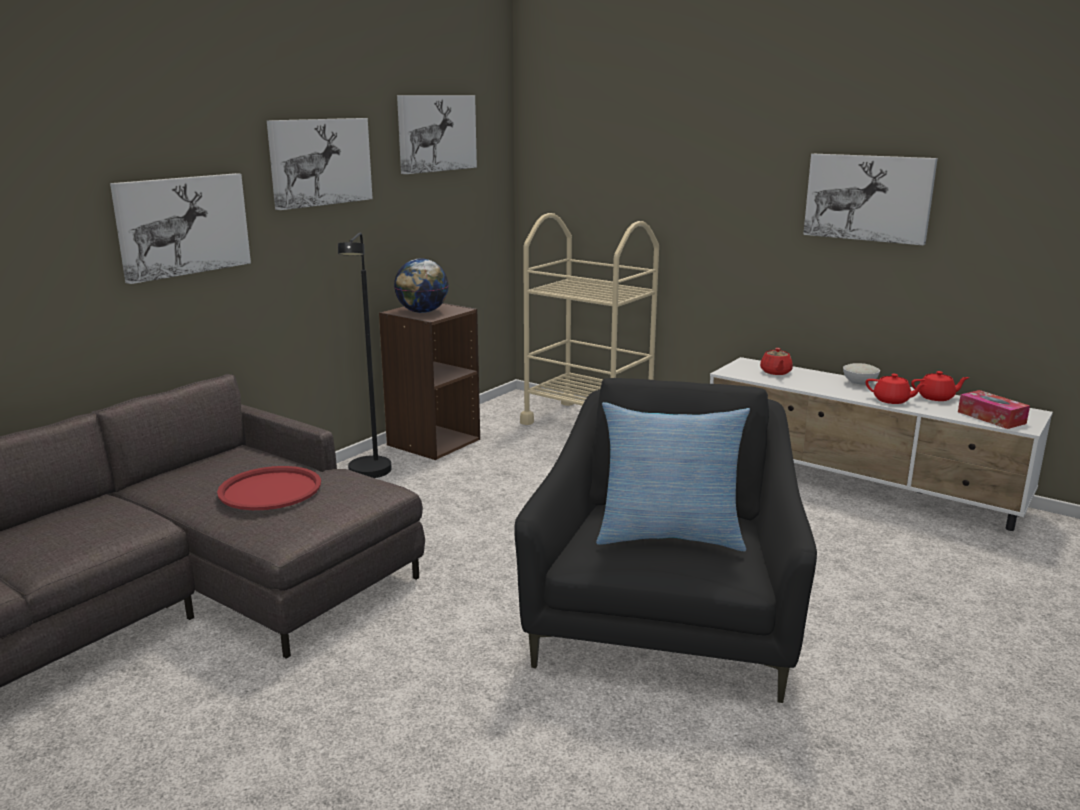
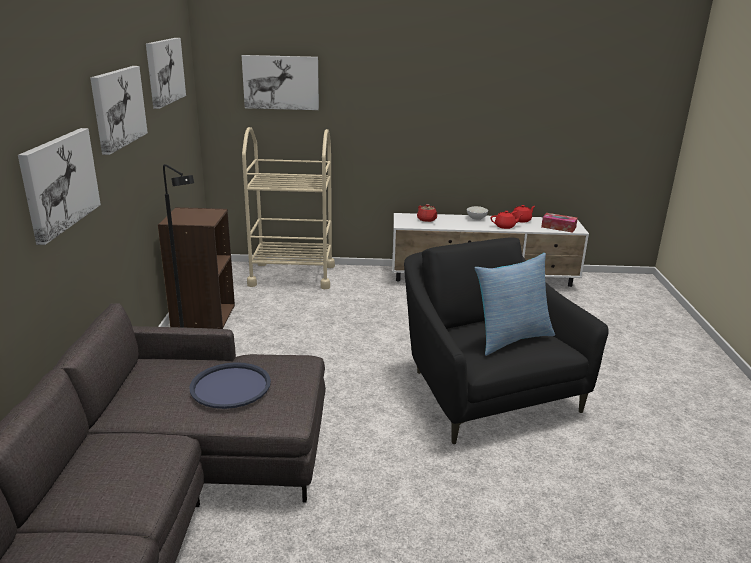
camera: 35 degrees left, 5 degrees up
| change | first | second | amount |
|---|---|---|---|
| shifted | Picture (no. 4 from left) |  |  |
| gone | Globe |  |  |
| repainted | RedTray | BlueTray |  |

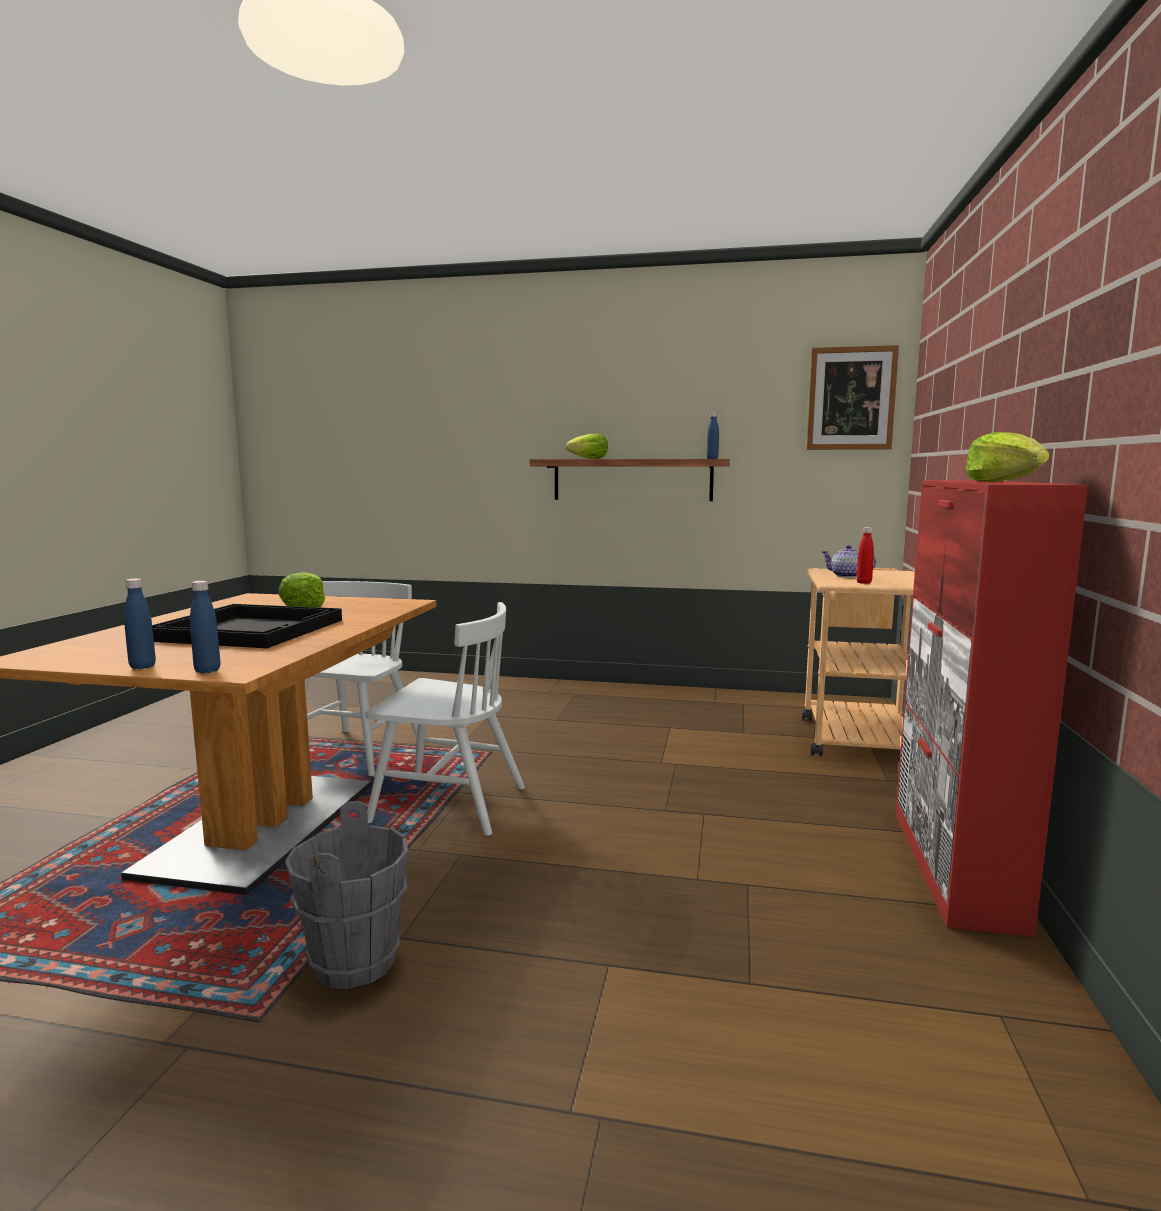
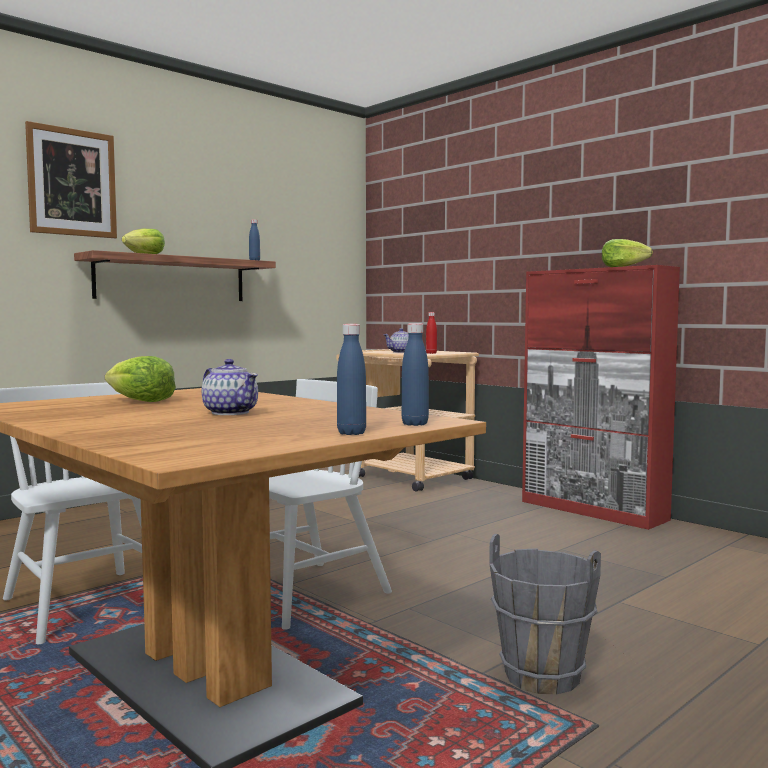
camera: 55 degrees left, 5 degrees down
| change | first | second | amount |
|---|---|---|---|
| shifted | Picture |  |  |
| swapped | BlackTray | Teapot (no. 1 from left) |  |

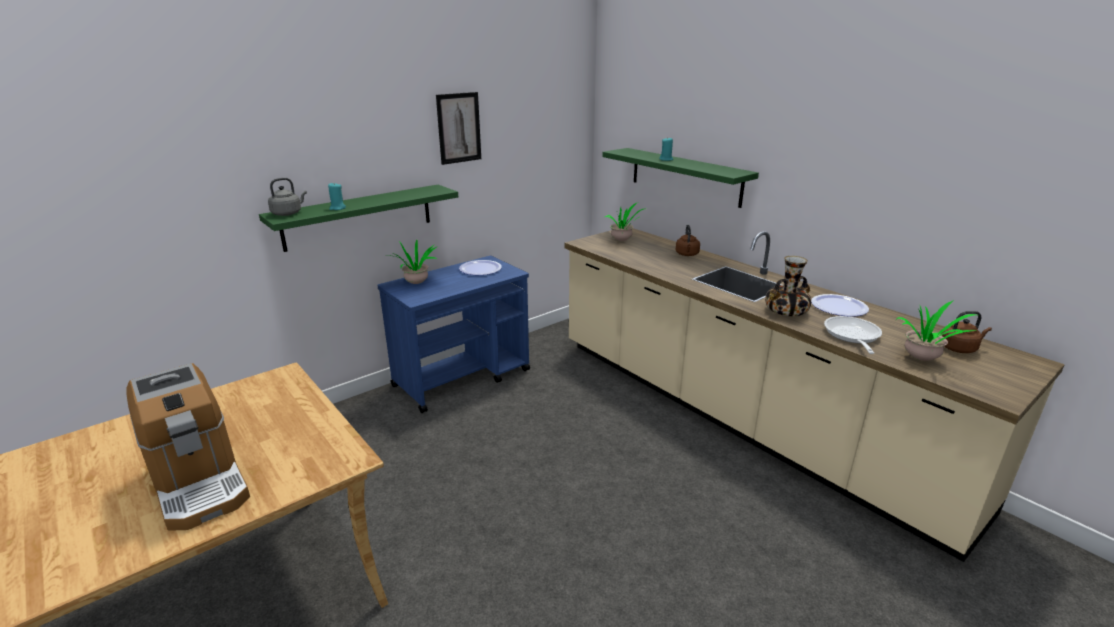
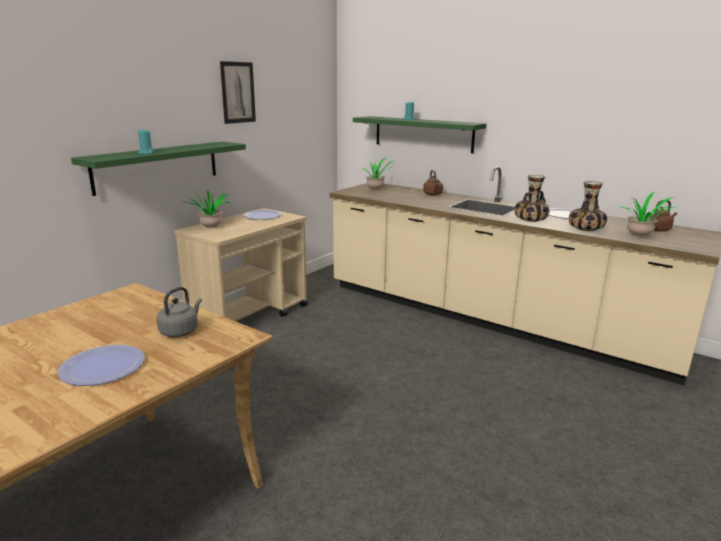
camera: 15 degrees left, 5 degrees down
| change | first | second | amount |
|---|---|---|---|
| shifted | GreyKettle |  |  |
| repainted | BlueCart | BeigeCart |  |
| swapped | FryingPan | Vase (no. 2 from left) |  |
| swapped | CoffeeMachine | Plate (no. 1 from left) |  |

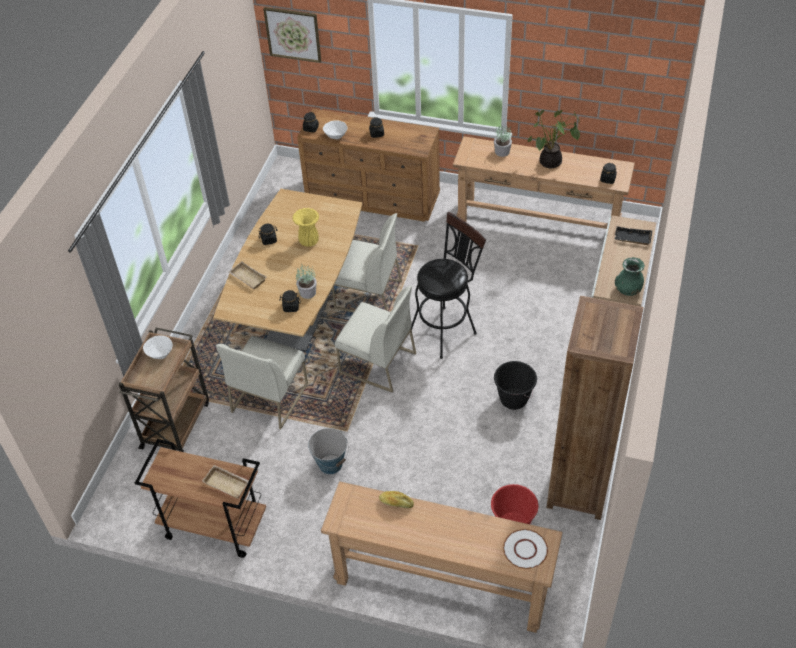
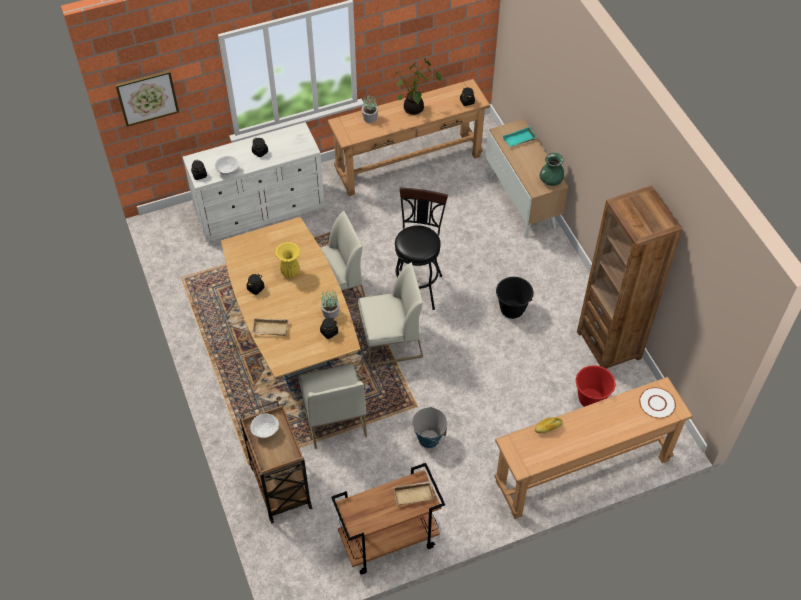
camera: 40 degrees left, 5 degrees up
| change | first | second | amount |
|---|---|---|---|
| repainted | BrownDresser | WhiteDresser |  |
| repainted | BlackTray | TurquoiseTray |  |

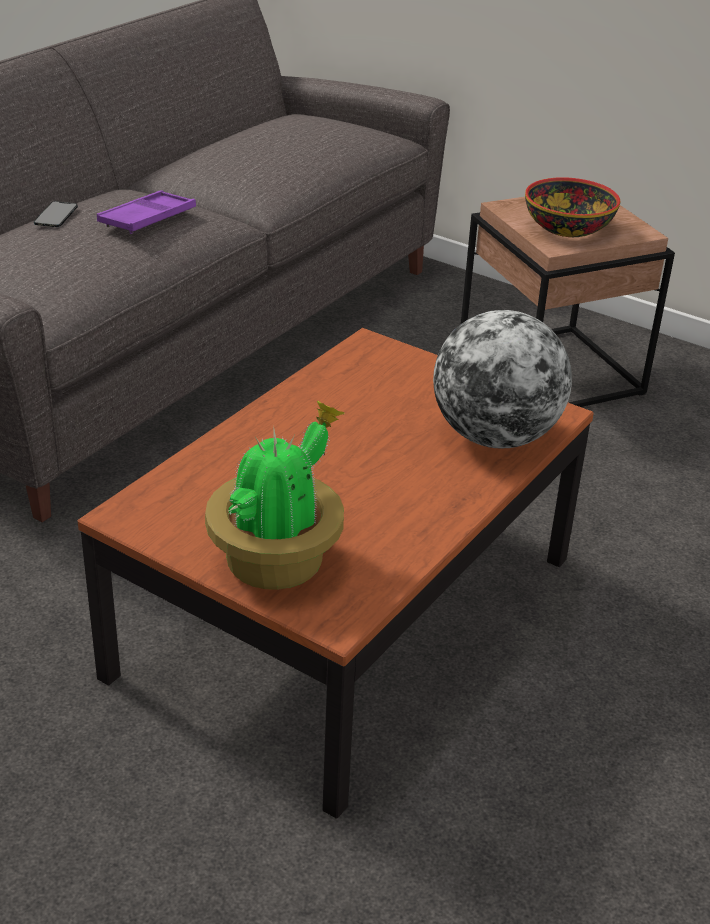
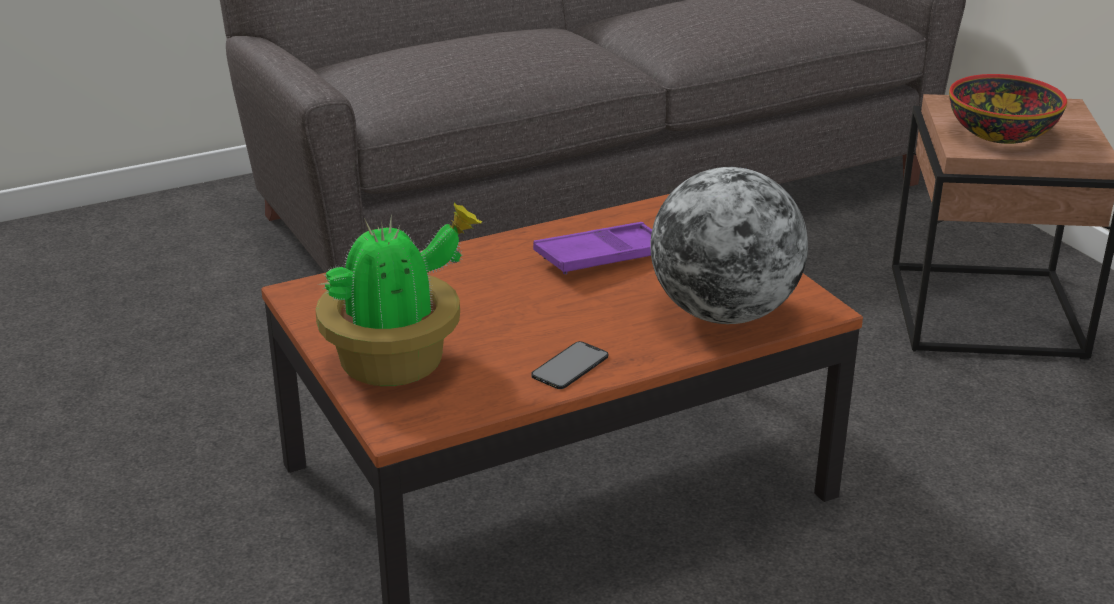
camera: 30 degrees right, 5 degrees down
| change | first | second | amount |
|---|---|---|---|
| shifted | PurpleTray |  |  |
| shifted | Phone |  |  |

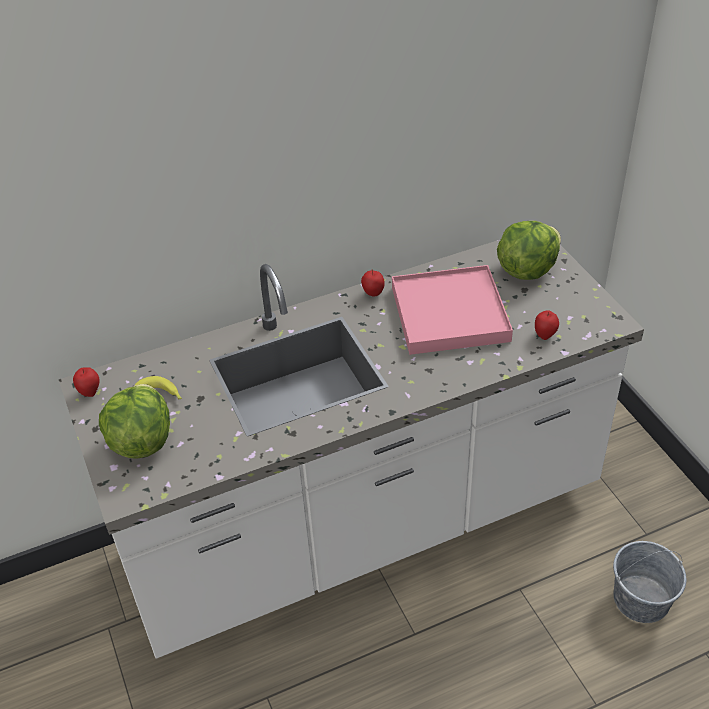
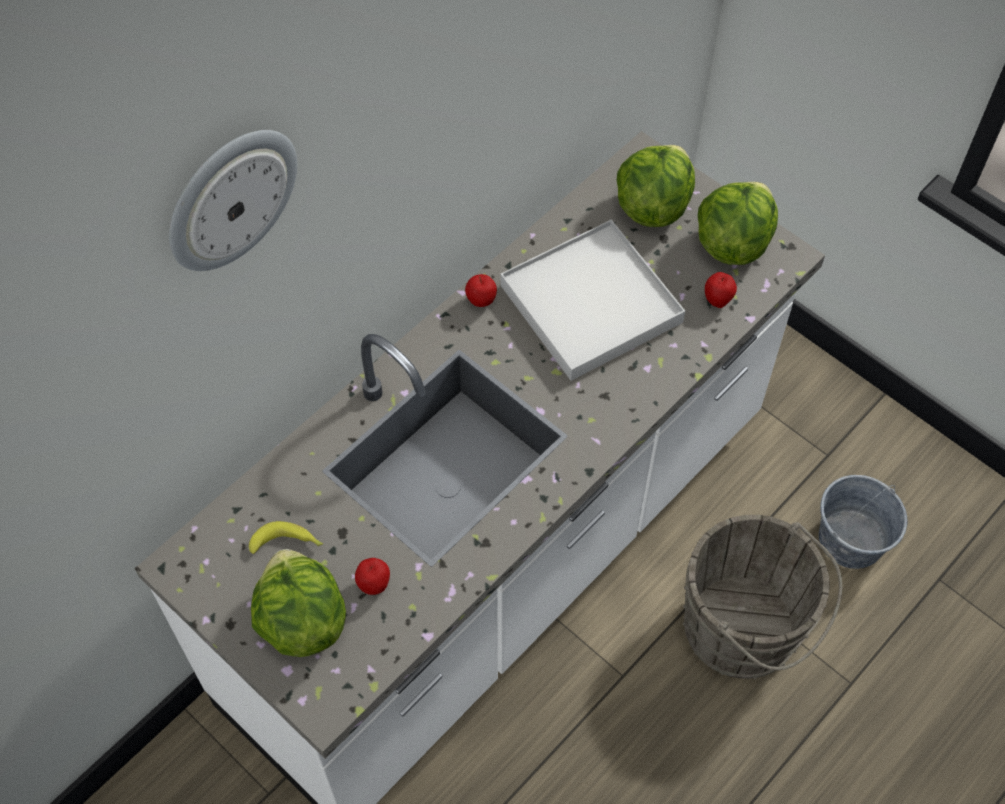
camera: 25 degrees left, 15 degrees up
| change | first | second | amount |
|---|---|---|---|
| repainted | PinkTray | WhiteTray |  |
| shifted | Apple (no. 1 from left) |  |  |
| new |  | WallClock |  |
| new |  | Lettuce (no. 3 from left) |  |
| new |  | GreyBucket (no. 1 from left) |  |

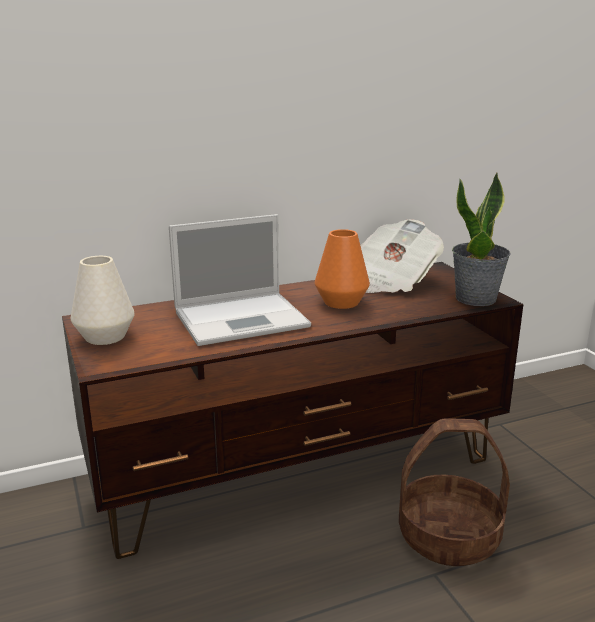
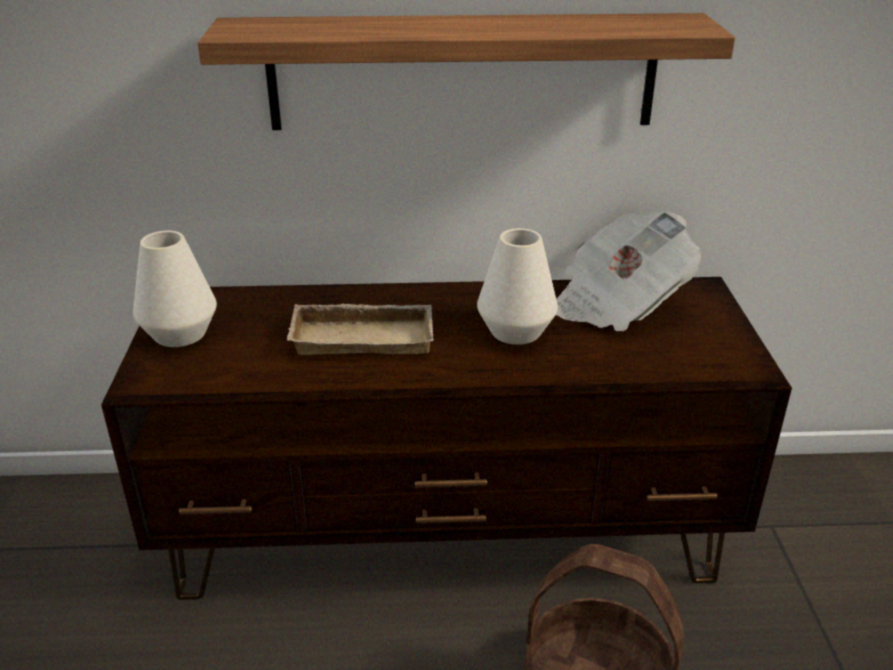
camera: 20 degrees right, 10 degrees up
| change | first | second | amount |
|---|---|---|---|
| gone | PottedPlant |  |  |
| swapped | Laptop | BeigeTray |  |
| repainted | OrangeVase | WhiteVase (no. 2 from left) |  |
| new |  | Shelf |  |

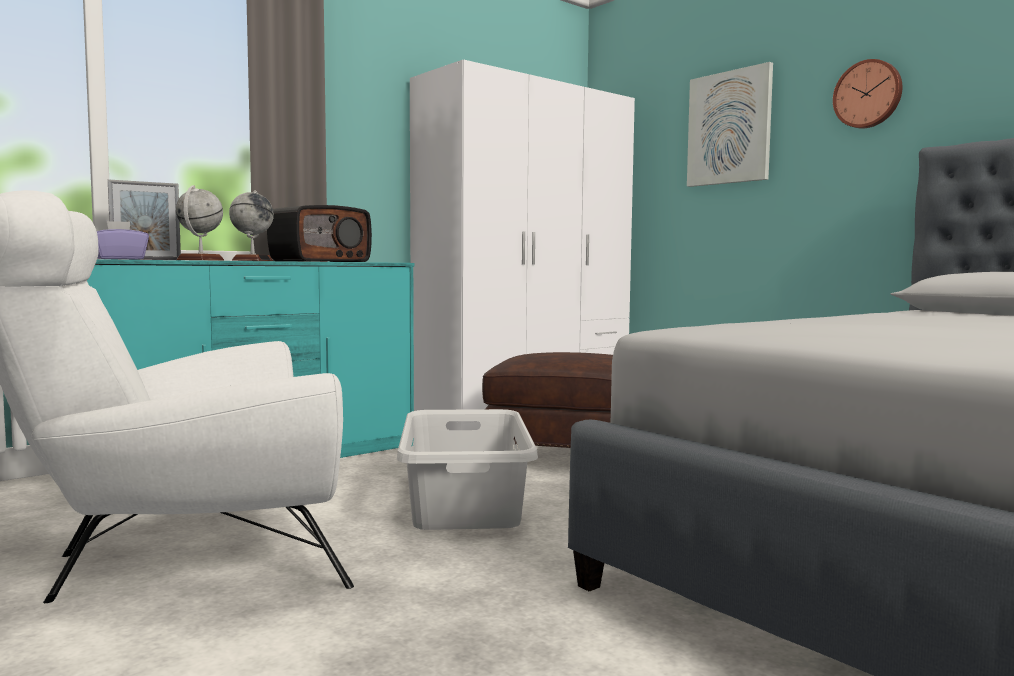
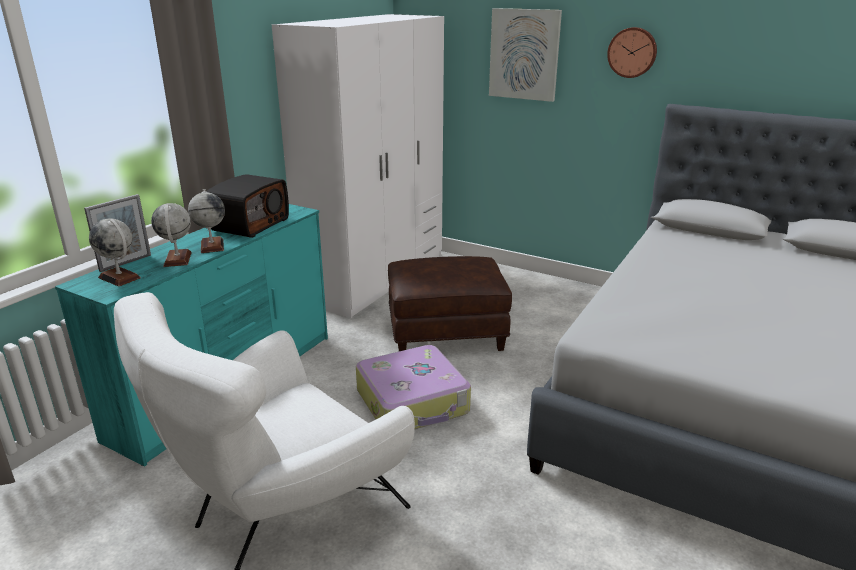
camera: 20 degrees left, 20 degrees up
| change | first | second | amount |
|---|---|---|---|
| swapped | PurpleTissueBox | Globe (no. 1 from left) |  |
| swapped | GreyLaundryBasket | Suitcase |  |

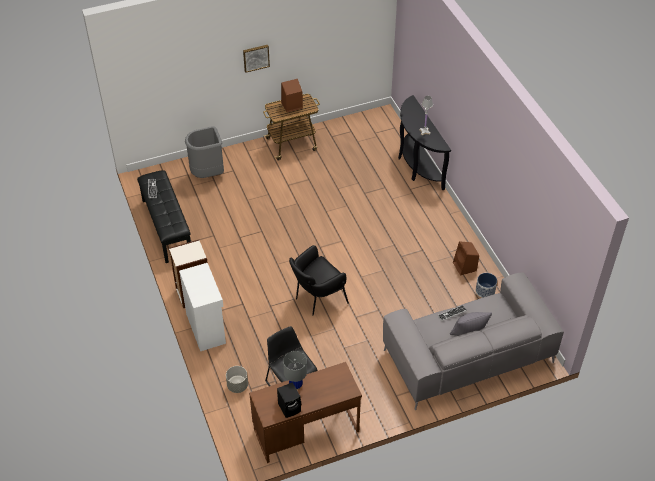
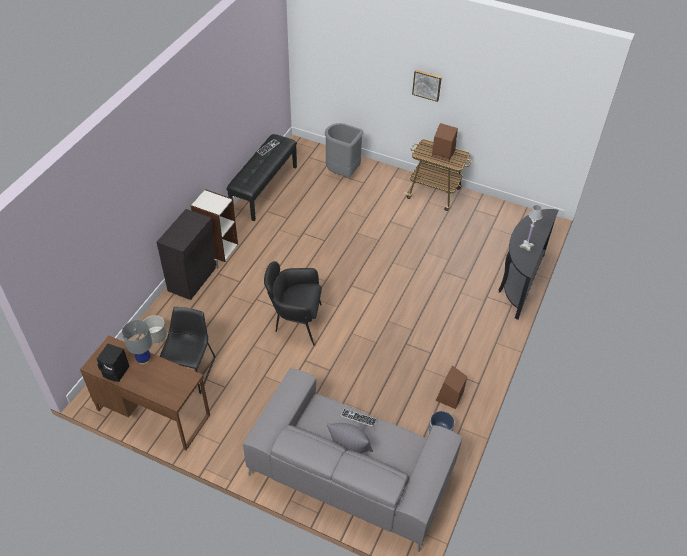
camera: 45 degrees right, 0 degrees up
| change | first | second | amount |
|---|---|---|---|
| repainted | WhiteCabinet | BlackCabinet |  |

